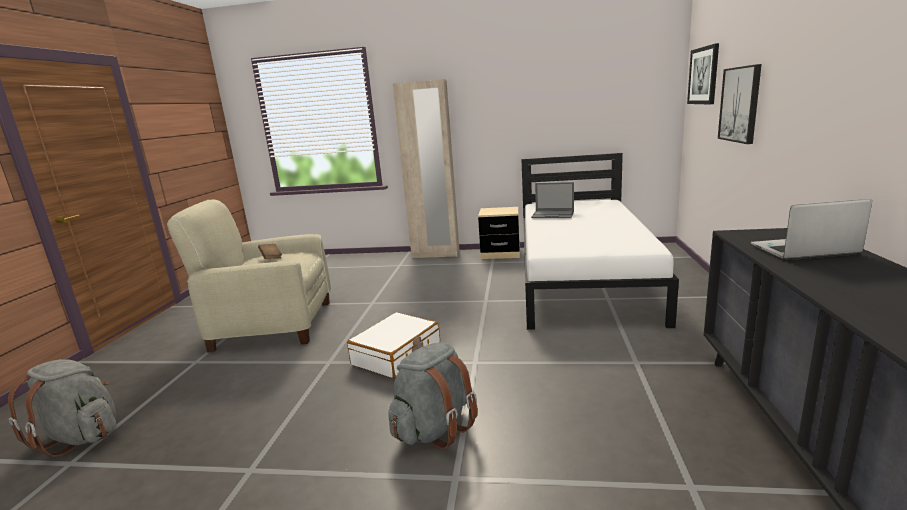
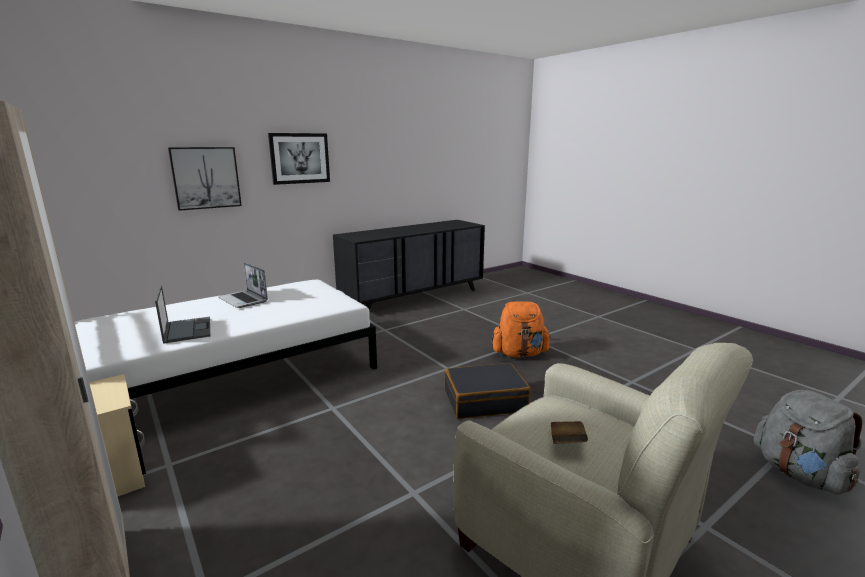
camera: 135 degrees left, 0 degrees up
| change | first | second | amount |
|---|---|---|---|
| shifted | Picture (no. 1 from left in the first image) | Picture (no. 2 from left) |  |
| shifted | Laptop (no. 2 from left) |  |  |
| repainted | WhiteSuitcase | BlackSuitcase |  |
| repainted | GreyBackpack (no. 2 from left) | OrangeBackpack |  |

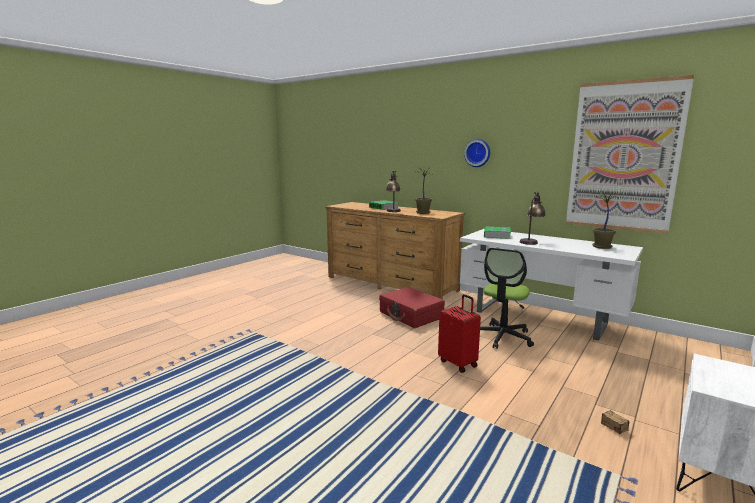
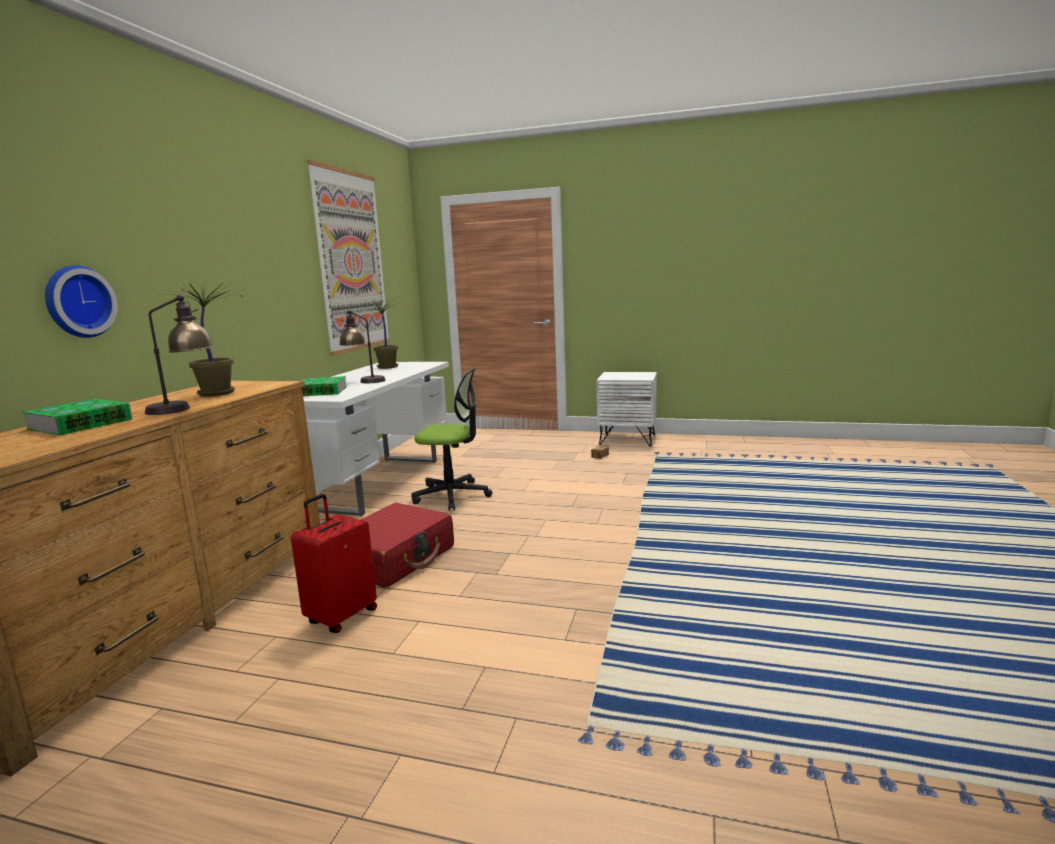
camera: 110 degrees left, 0 degrees up
| change | first | second | amount |
|---|---|---|---|
| shifted | WallClock |  |  |
| shifted | RedSuitcase (no. 2 from left in the first image) | RedSuitcase (no. 1 from left) |  |

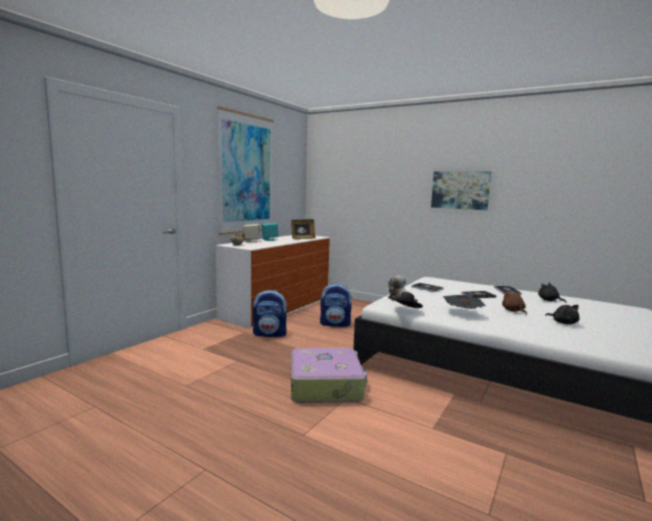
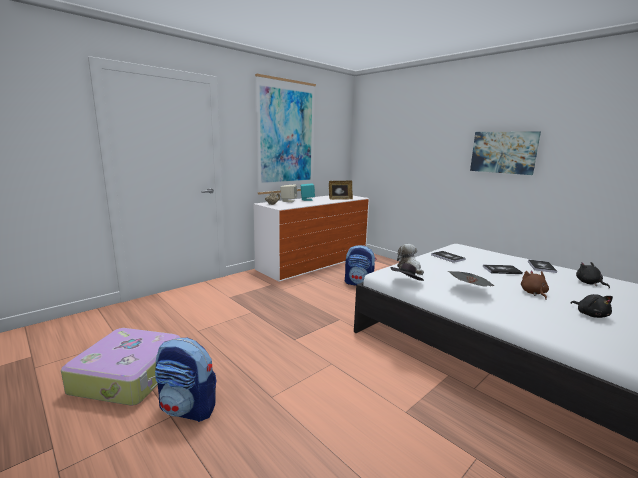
camera: 15 degrees right, 5 degrees up
| change | first | second | amount |
|---|---|---|---|
| shifted | Backpack (no. 1 from left) |  |  |
| shifted | Suitcase |  |  |

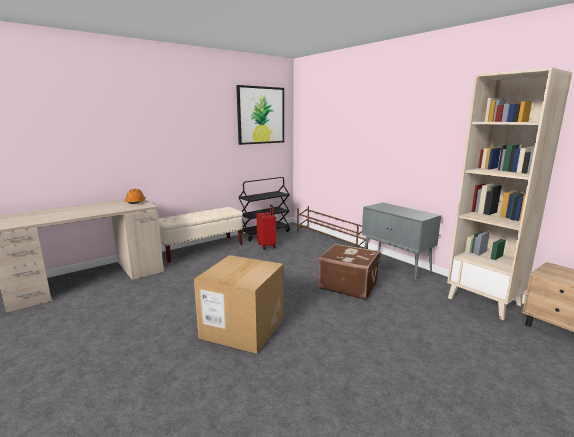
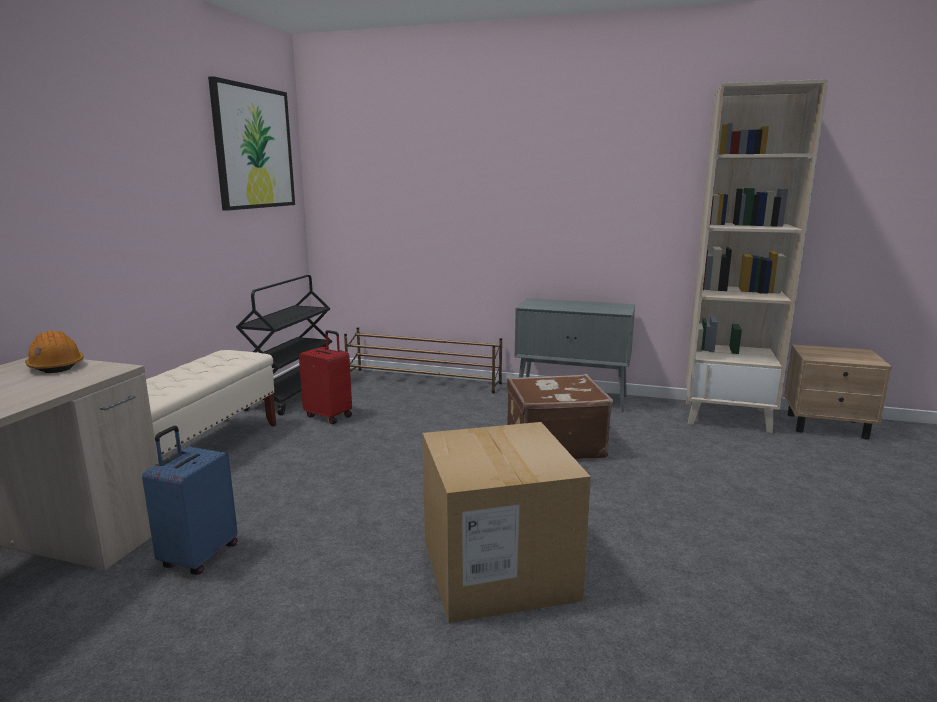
camera: 35 degrees left, 0 degrees up
| change | first | second | amount |
|---|---|---|---|
| new |  | BlueSuitcase |  |

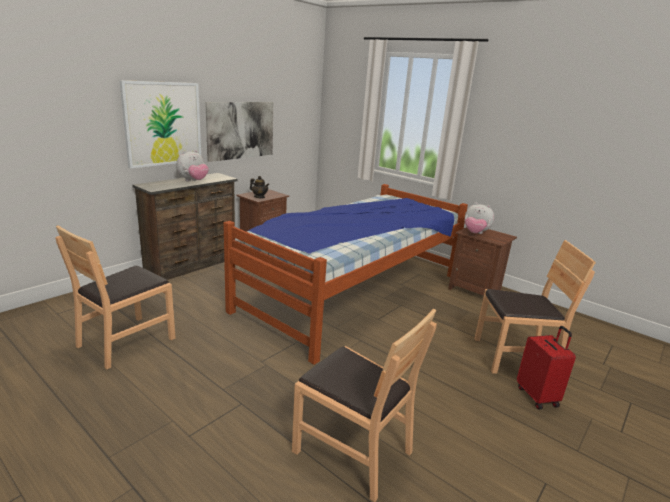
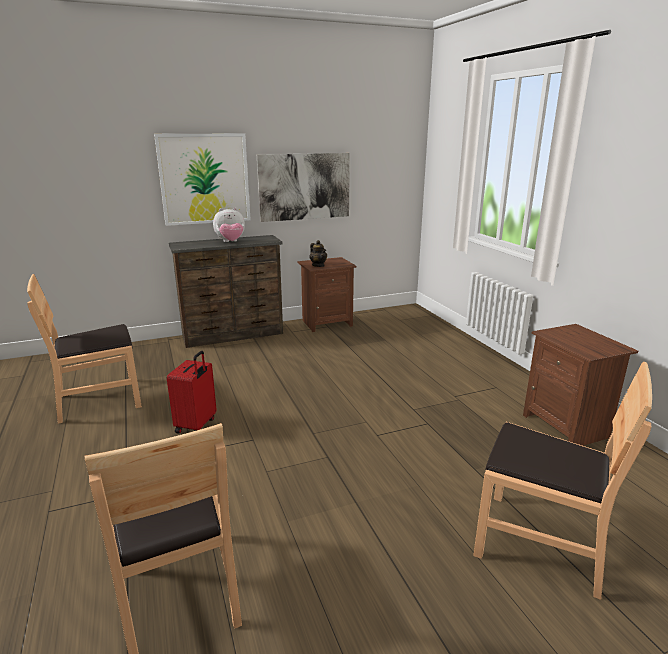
camera: 30 degrees right, 0 degrees up
| change | first | second | amount |
|---|---|---|---|
| gone | Bed |  |  |
| gone | PlushToy (no. 2 from left) |  |  |
| shifted | RedSuitcase |  |  |

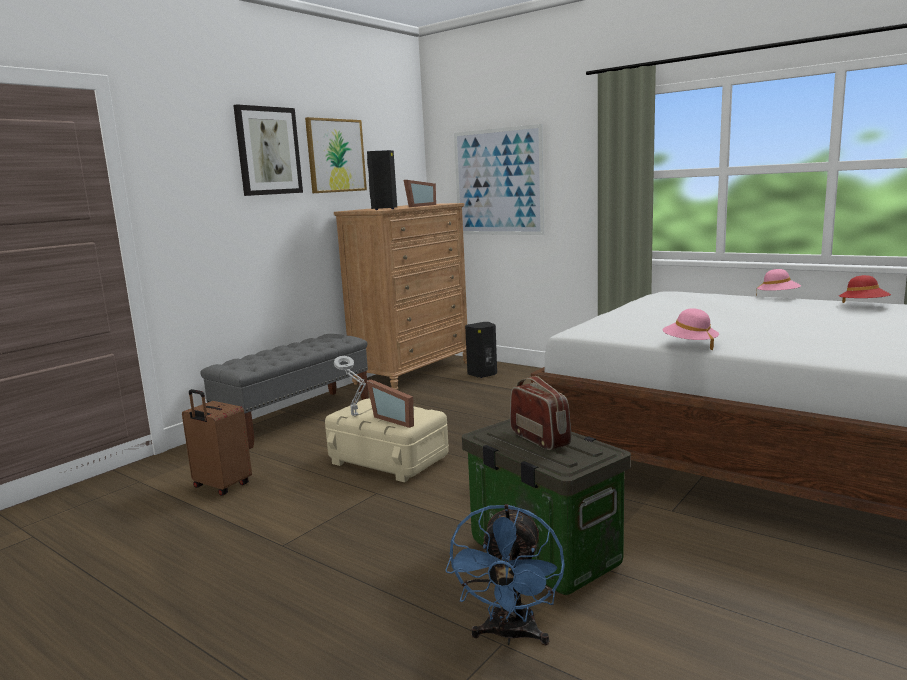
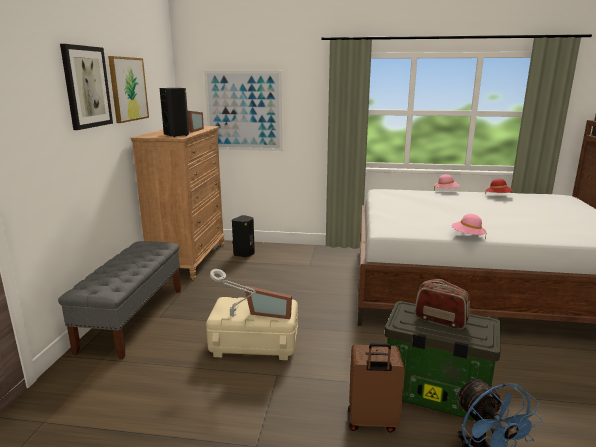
camera: 30 degrees left, 5 degrees up
| change | first | second | amount |
|---|---|---|---|
| shifted | BrownSuitcase |  |  |

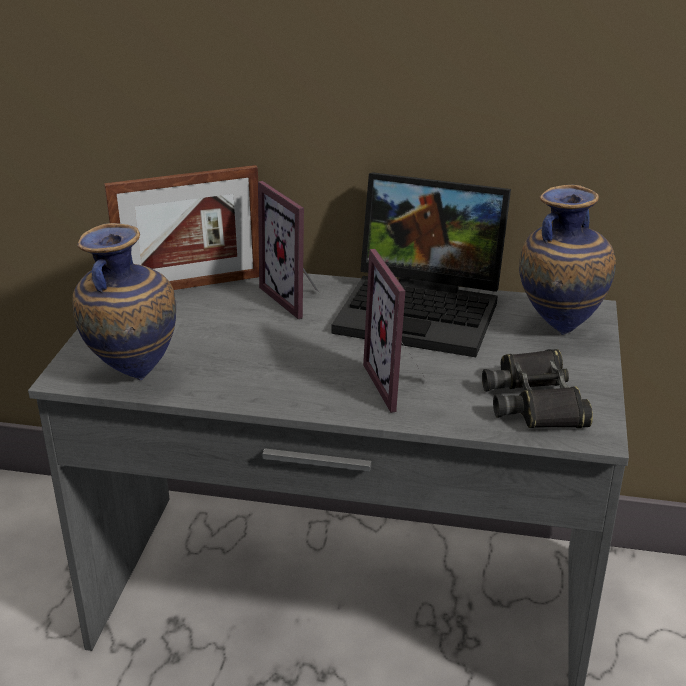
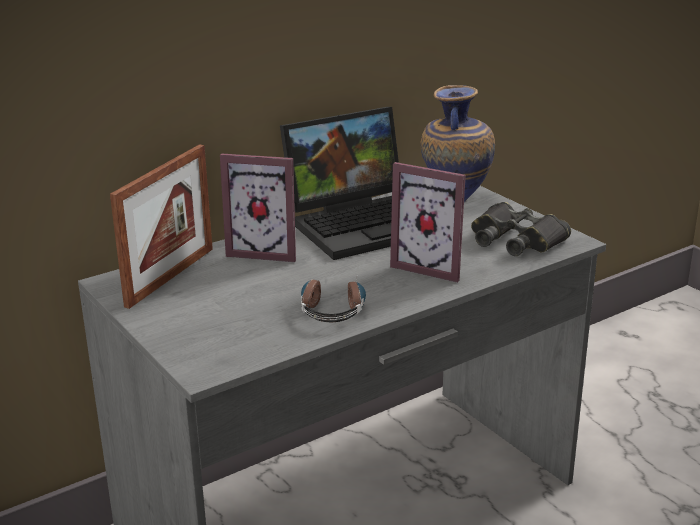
camera: 45 degrees left, 5 degrees down
| change | first | second | amount |
|---|---|---|---|
| gone | Vase (no. 1 from left) |  |  |
| new |  | Headphones |  |

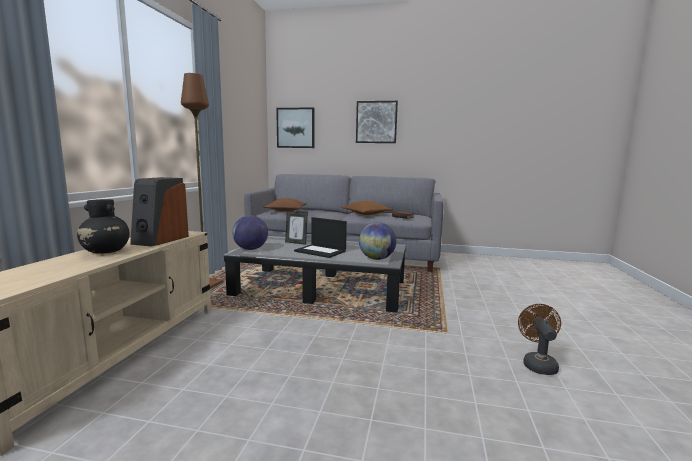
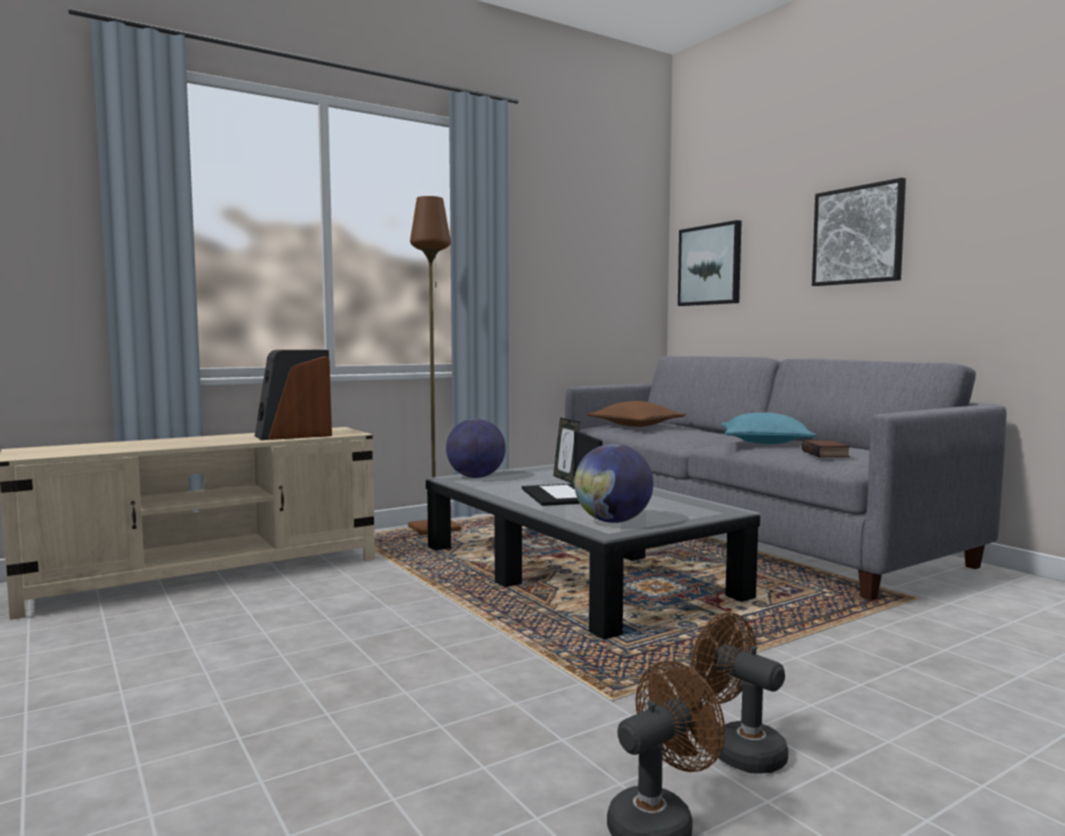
camera: 45 degrees right, 5 degrees down
| change | first | second | amount |
|---|---|---|---|
| gone | BlackVase |  |  |
| repainted | BrownPillow (no. 2 from left) | TurquoisePillow |  |
| new |  | BrownFan (no. 2 from left) |  |

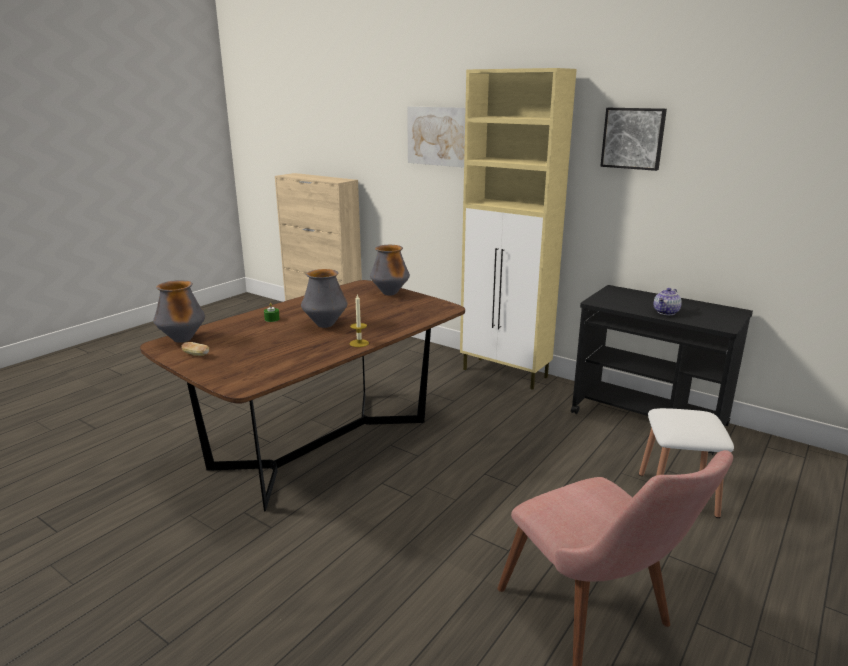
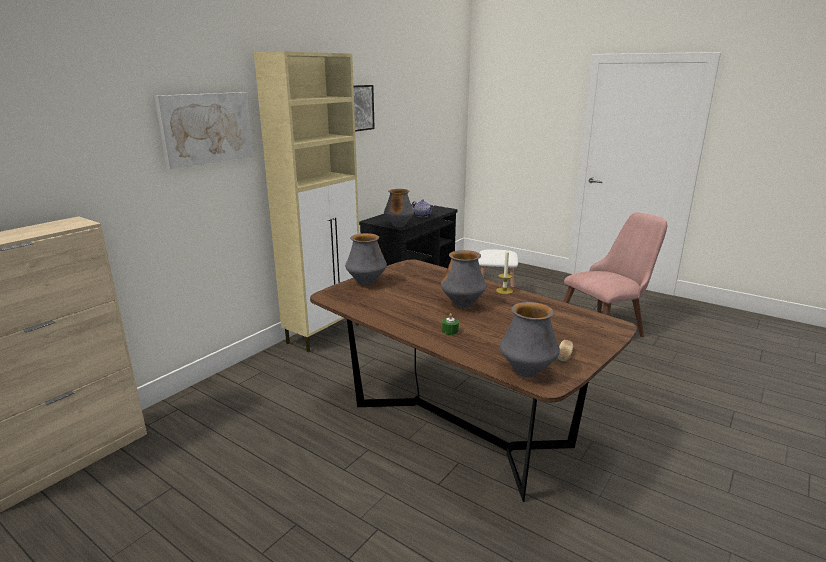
camera: 90 degrees left, 0 degrees up
| change | first | second | amount |
|---|---|---|---|
| new |  | Vase (no. 2 from left) |  |

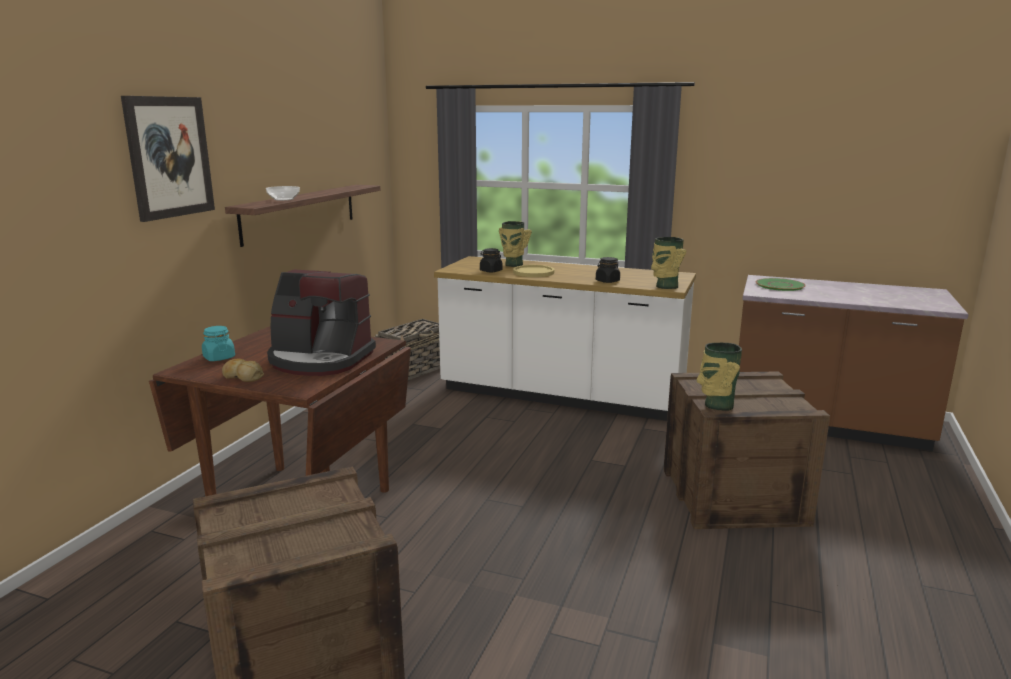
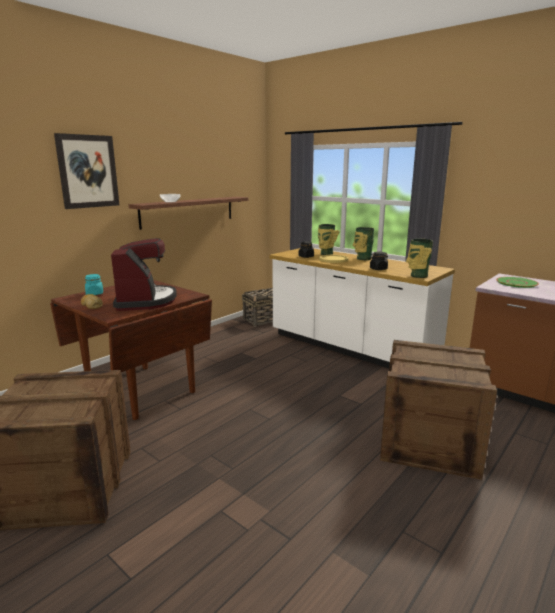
camera: 20 degrees right, 0 degrees up
| change | first | second | amount |
|---|---|---|---|
| rotated | CoffeeMachine |  | 135 degrees counterclockwise |
| shifted | Vase (no. 3 from left in the first image) | Vase (no. 2 from left) |  |

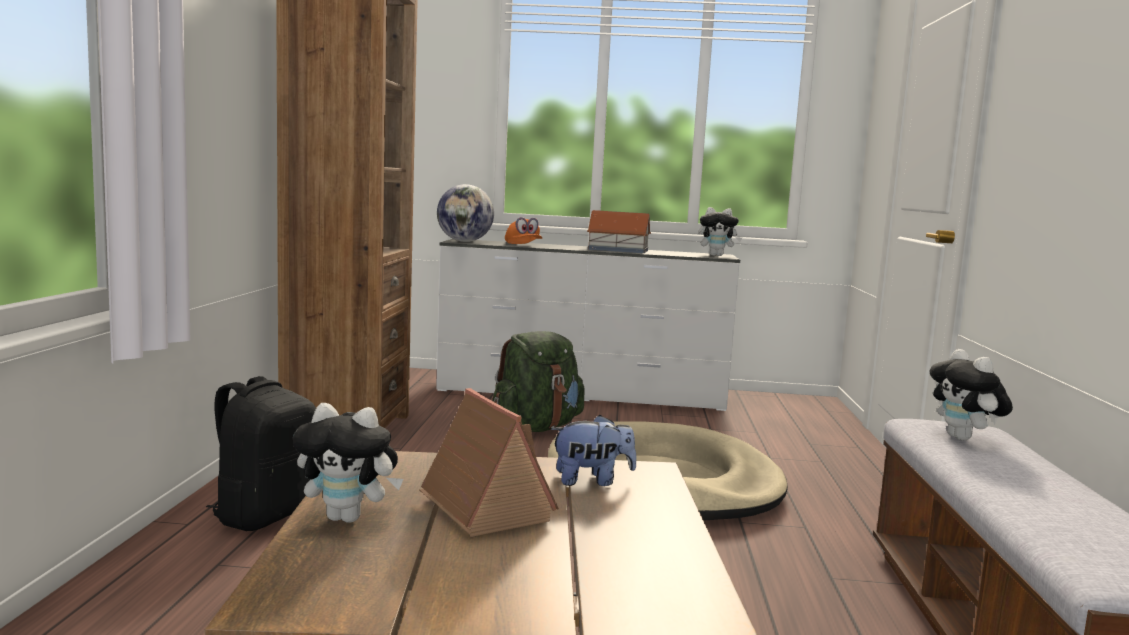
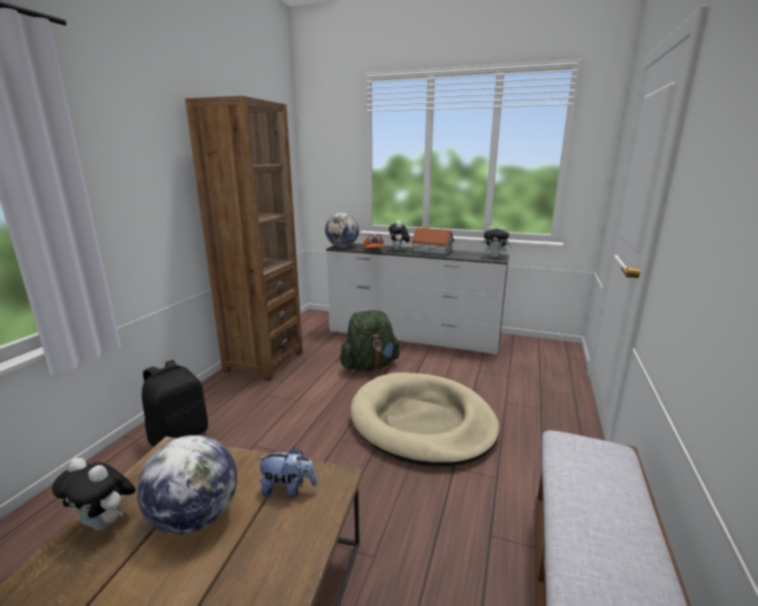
camera: 15 degrees right, 10 degrees up
| change | first | second | amount |
|---|---|---|---|
| shifted | PlushToy (no. 4 from left in the first image) | PlushToy (no. 3 from left) |  |
| swapped | ToyHouse (no. 1 from left) | Globe (no. 1 from left) |  |

